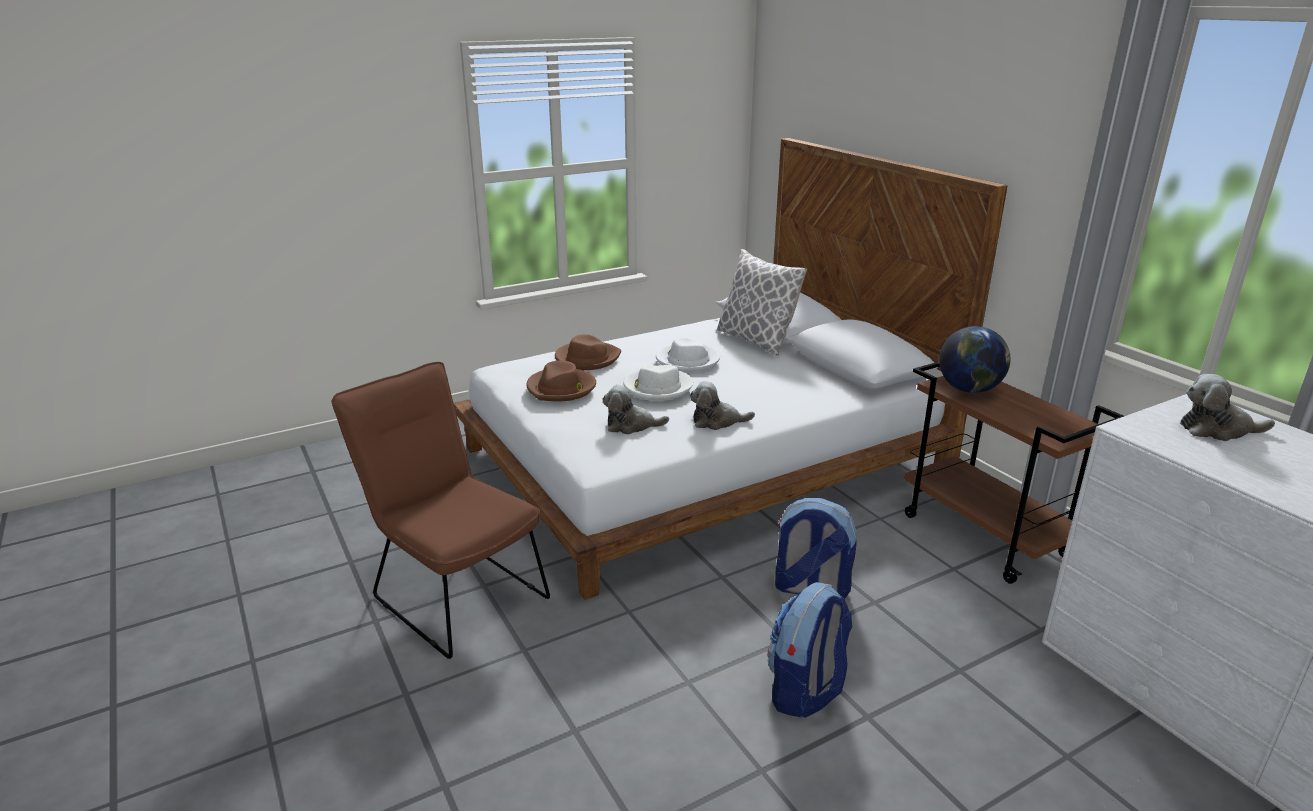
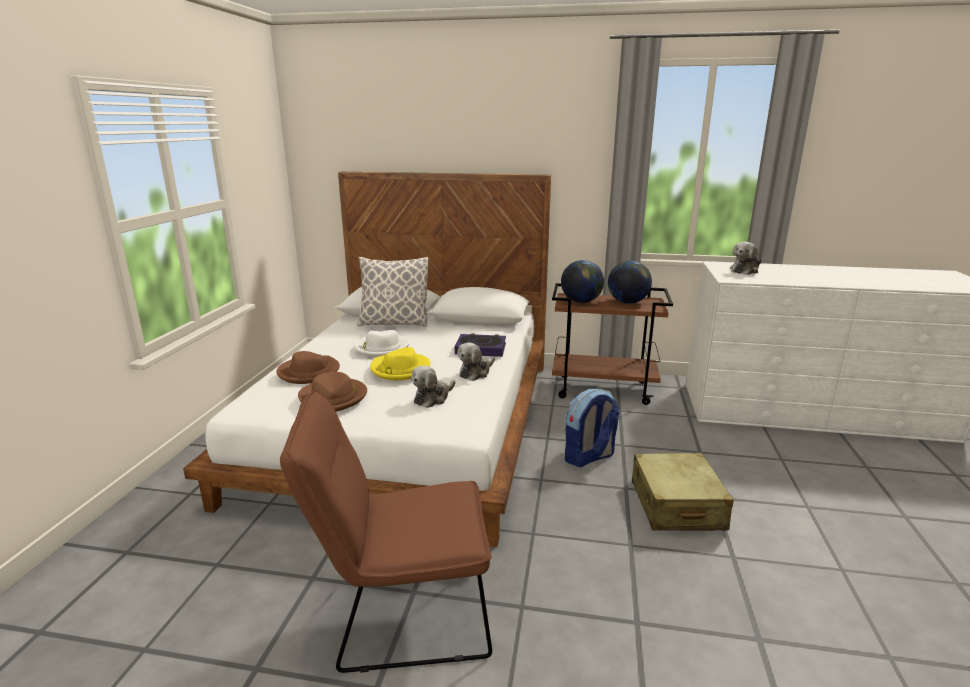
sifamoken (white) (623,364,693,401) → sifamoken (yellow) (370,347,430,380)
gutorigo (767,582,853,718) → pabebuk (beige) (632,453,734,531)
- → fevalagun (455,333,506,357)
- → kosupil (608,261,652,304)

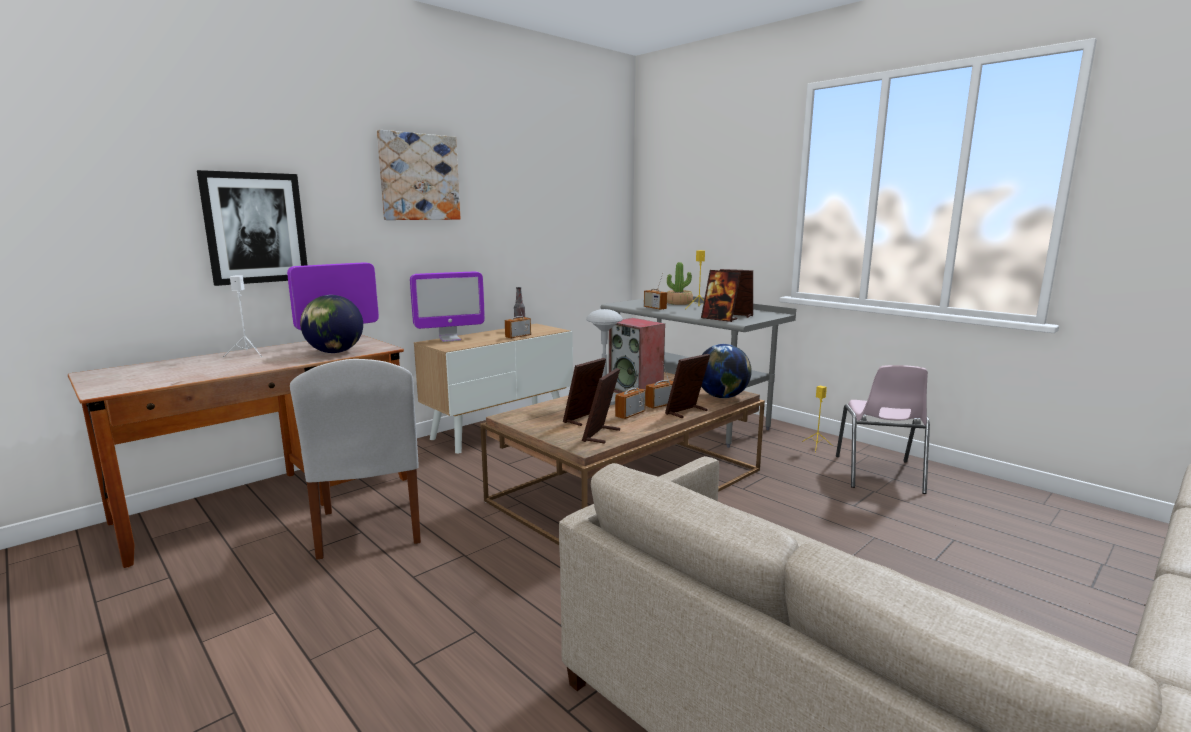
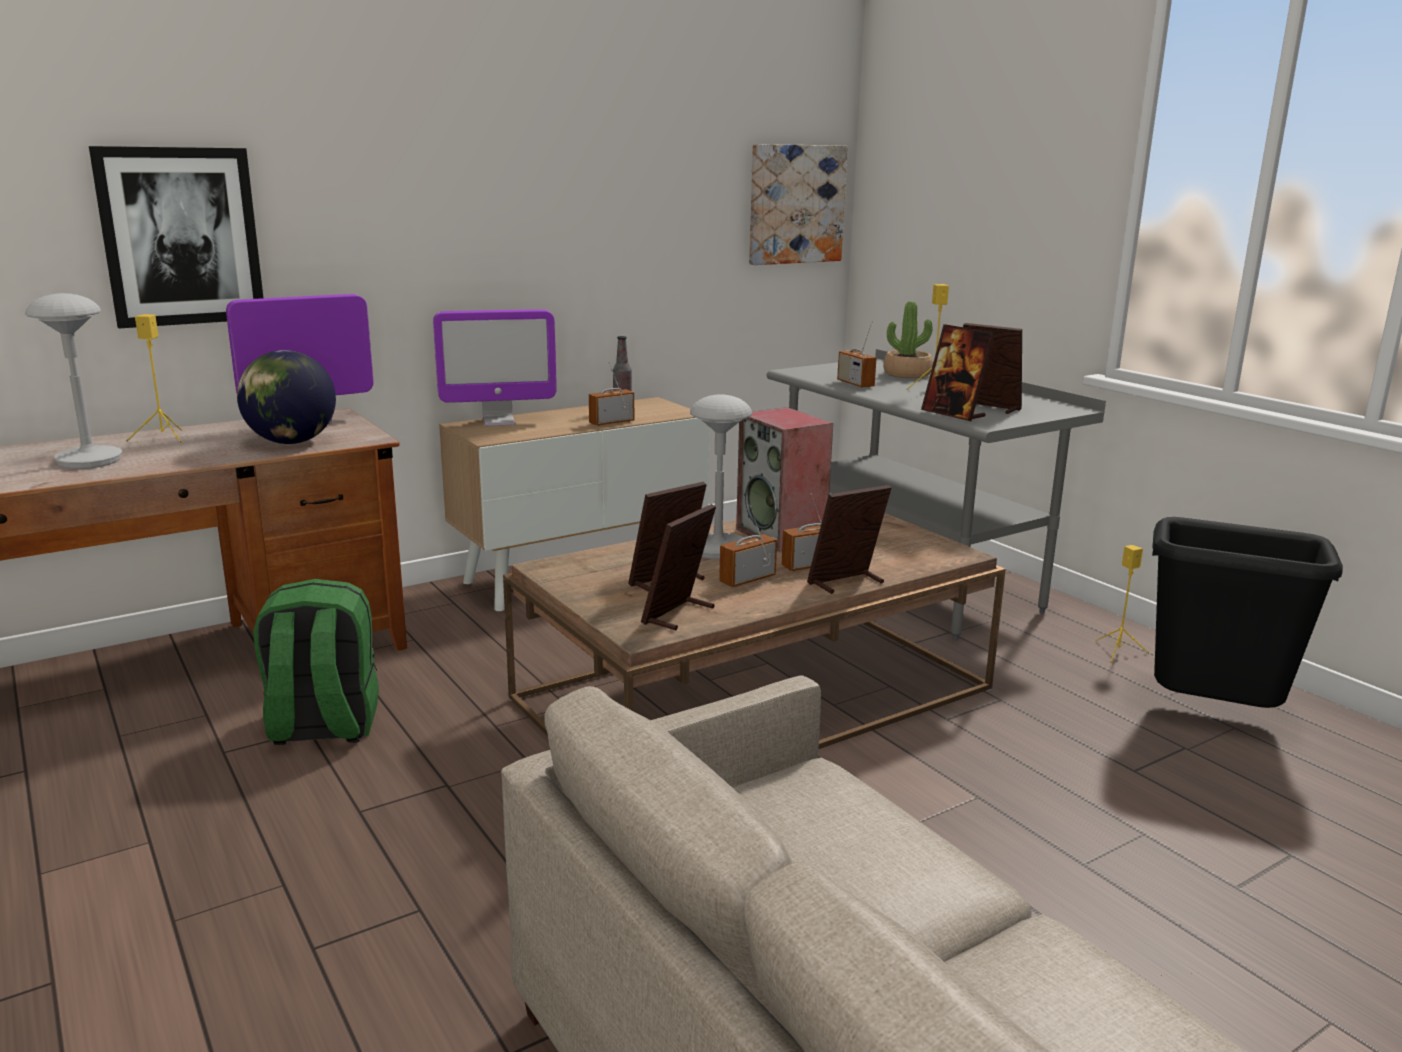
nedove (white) (223,275,262,357) → nedove (yellow) (126,314,182,444)
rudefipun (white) (290,359,421,560) → gutorigo (green) (253,579,379,745)
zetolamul (377,130,460,220) → zetolamul (749,144,848,265), move
kosupil (701,344,752,398) → -
rudefipun (pink) (836,365,930,494) → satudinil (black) (1152,517,1343,708)
- → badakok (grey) (25,293,122,469)

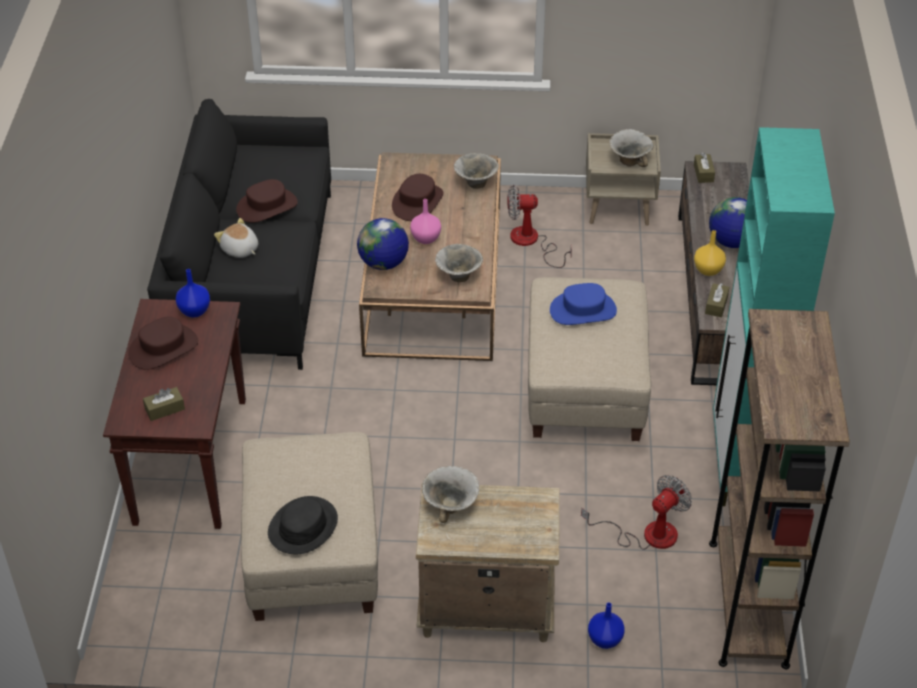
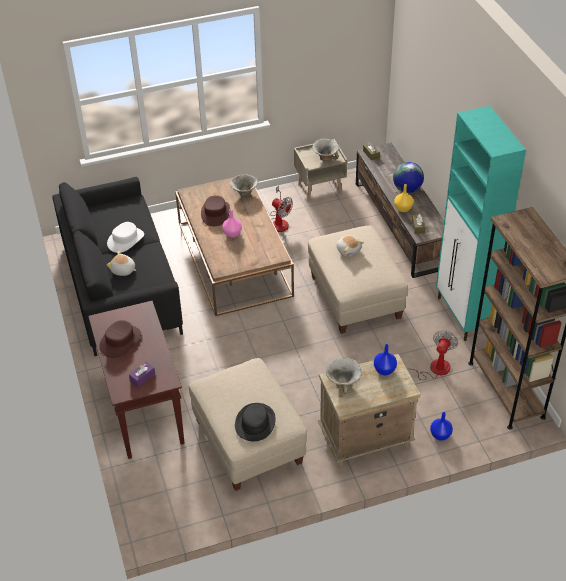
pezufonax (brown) (143,387,185,421) → pezufonax (purple) (129,362,155,387)
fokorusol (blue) (176,269,210,317) → fokorusol (blue) (374,344,397,375), move
sifamoken (brown) (236,179,298,223) → sifamoken (white) (107,222,144,253)
kosupil (357,218,409,270) → -
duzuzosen (435,244,483,282) → -
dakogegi (507,185,572,268) → dakogegi (270,186,293,232), 120 degrees counterclockwise
sifamoken (blue) (550,283,617,325) → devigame (337,236,364,257)

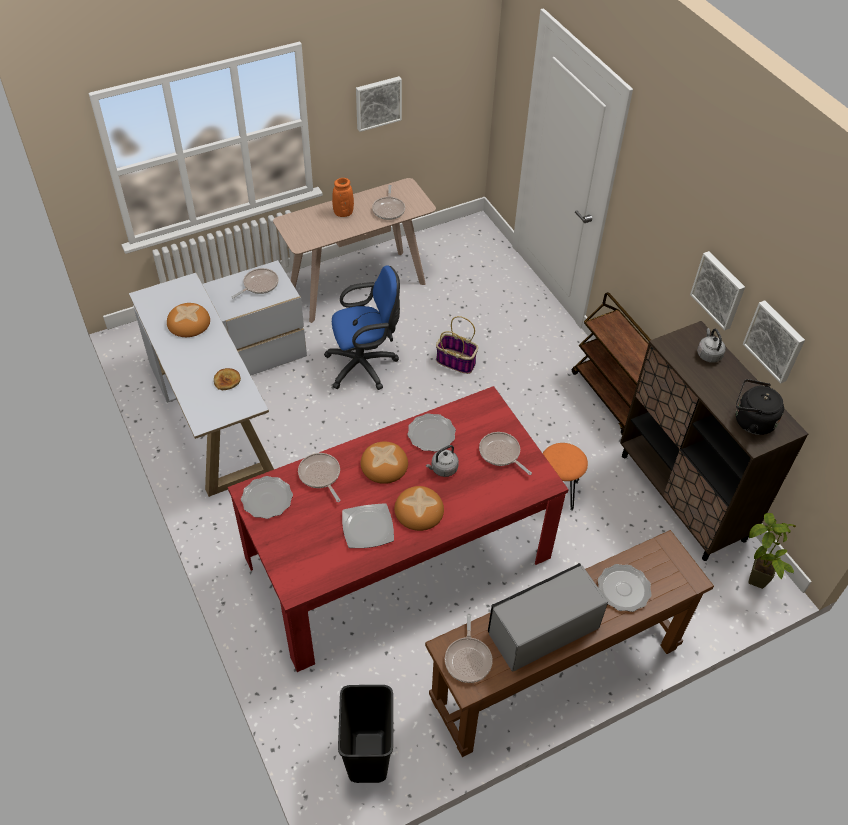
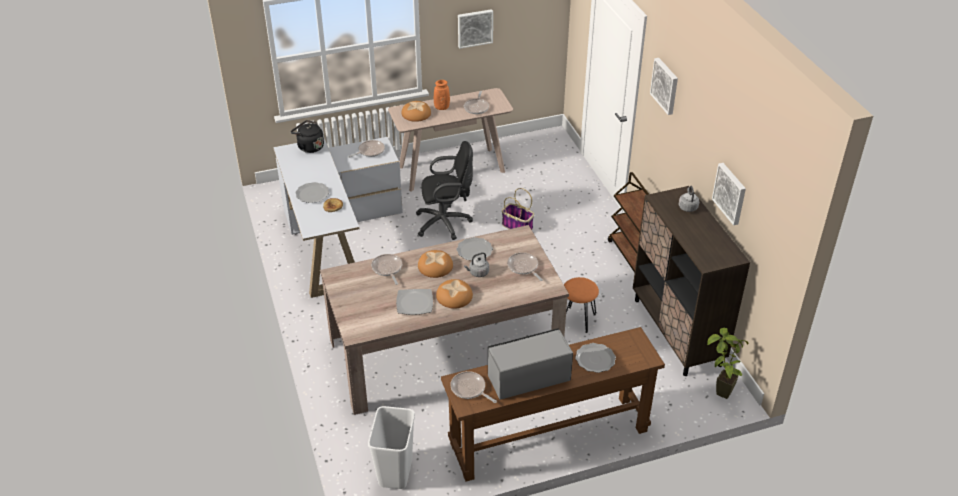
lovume (167,303,210,337) → lovume (402,101,431,122), move
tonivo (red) (228,386,569,672) → tonivo (beige) (320,225,569,415)
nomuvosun (241,476,293,519) → nomuvosun (295,182,329,203), move
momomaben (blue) (324,265,400,390) → momomaben (black) (416,141,473,240)
satudinil (black) (338,685,393,783) → satudinil (white) (368,406,415,489)
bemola (445,613,493,683) → bemola (450,371,497,403), 120 degrees clockwise
zetolamul (690,251,745,331) → zetolamul (650,58,678,115), move
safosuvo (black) (736,379,784,435) → safosuvo (black) (291,120,324,153), move

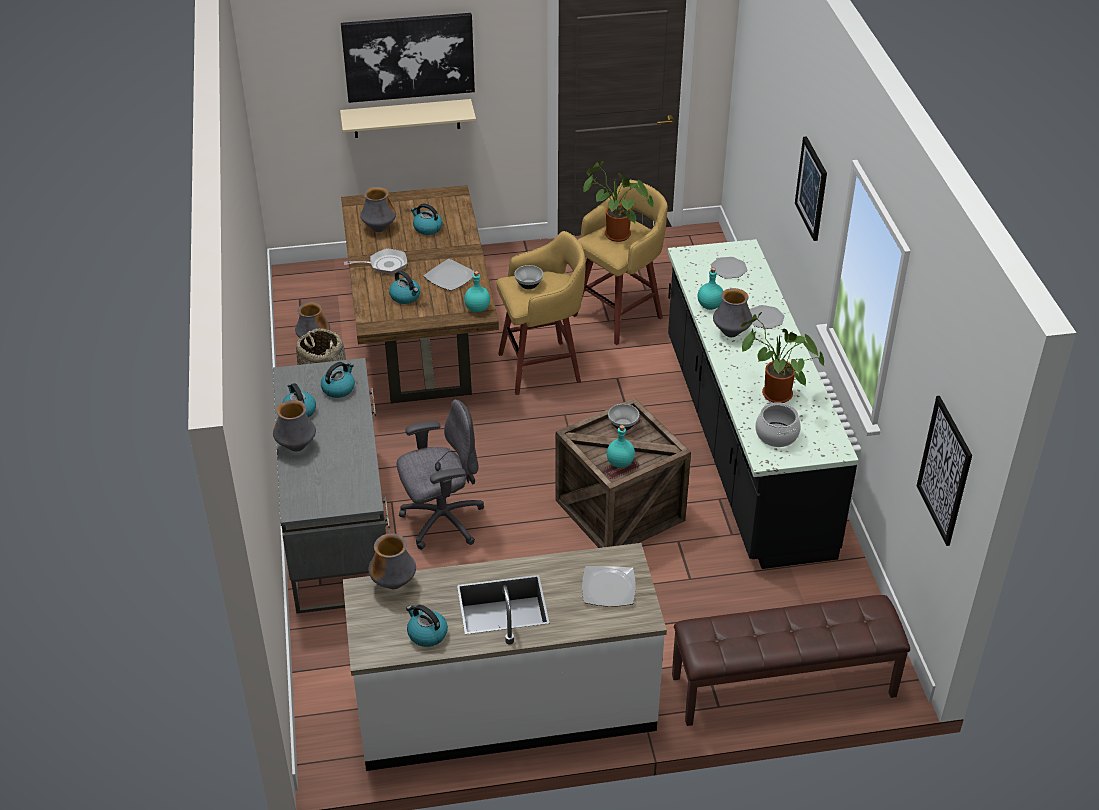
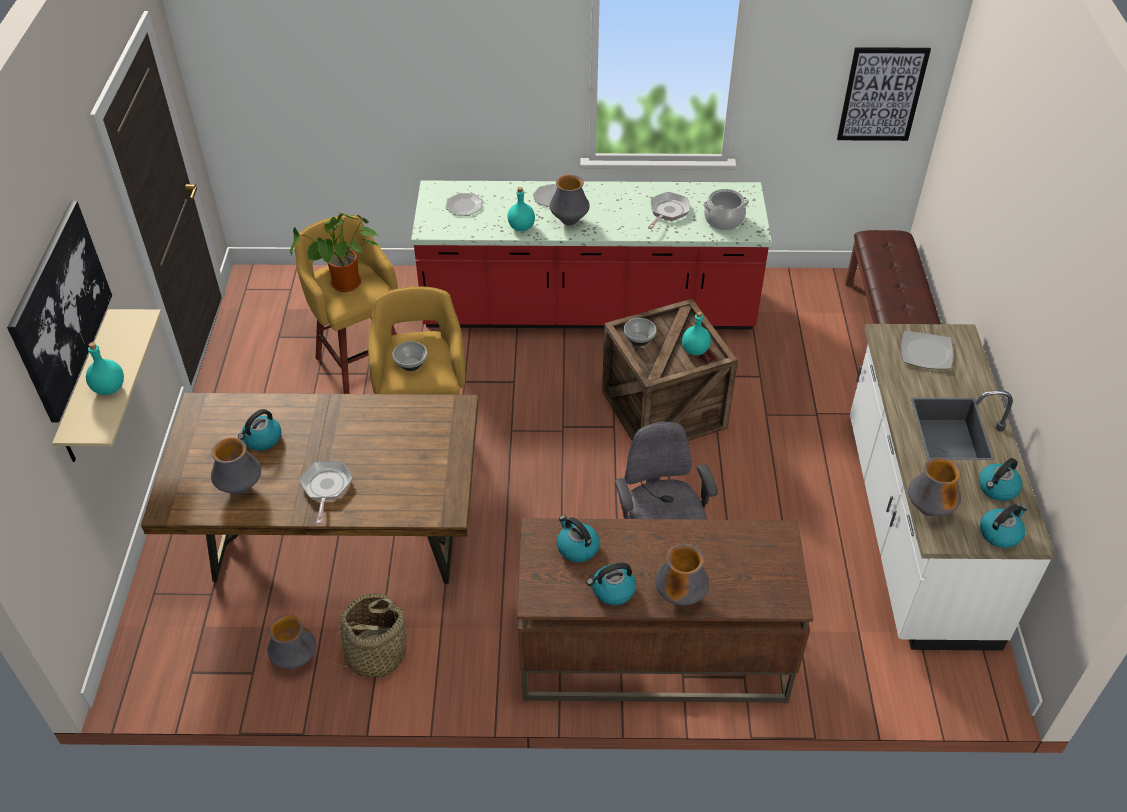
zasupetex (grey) (273,358,390,614) → zasupetex (brown) (517,518,814,703)
safosuvo (389,270,421,304) → safosuvo (980,504,1027,548), move
nomuvosun (424,259,475,291) → -
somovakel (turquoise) (464,271,490,312) → somovakel (turquoise) (86,342,124,395), move
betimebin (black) (668,239,858,569) → betimebin (red) (411,181,772,329)
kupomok (741,312,824,403) → bemola (647,192,690,229)
zetolamul (795,136,827,241) → -

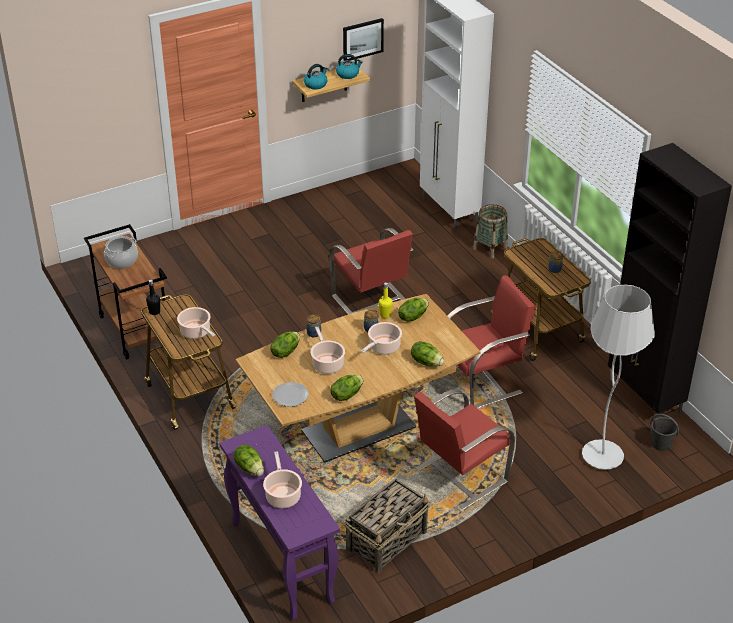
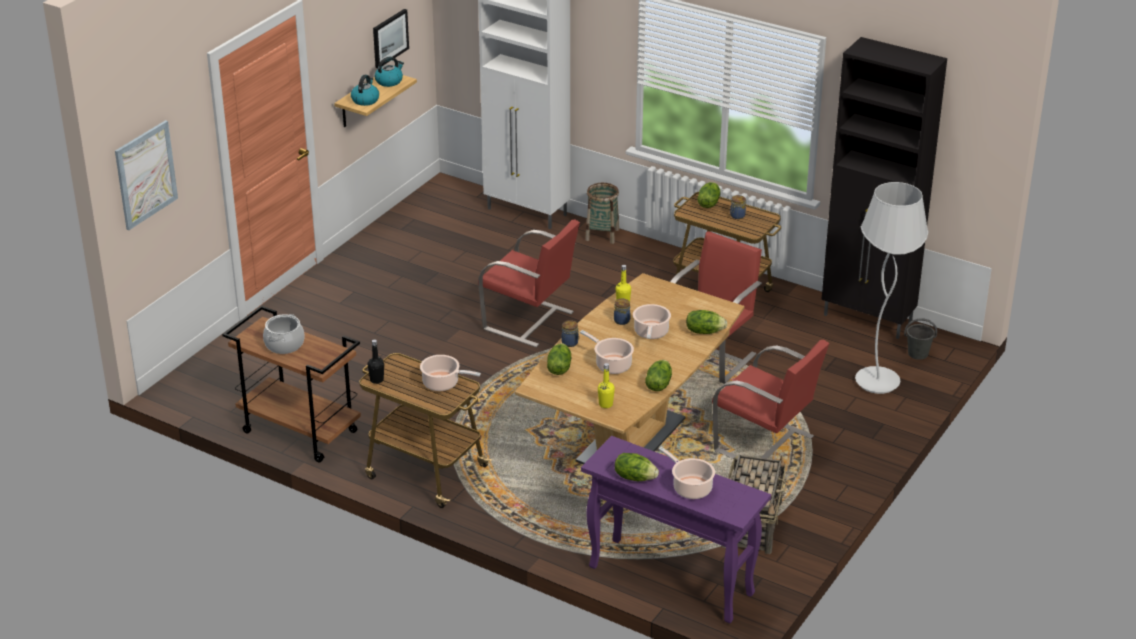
nomuvosun (272,382,309,407) → somovakel (yellow) (598,363,615,408)
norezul (398,298,429,322) → norezul (697,182,720,208), move
rudefipun (red) (414,390,515,510) → rudefipun (red) (712,340,829,459), 75 degrees counterclockwise
- → zetolamul (115,120,178,230)

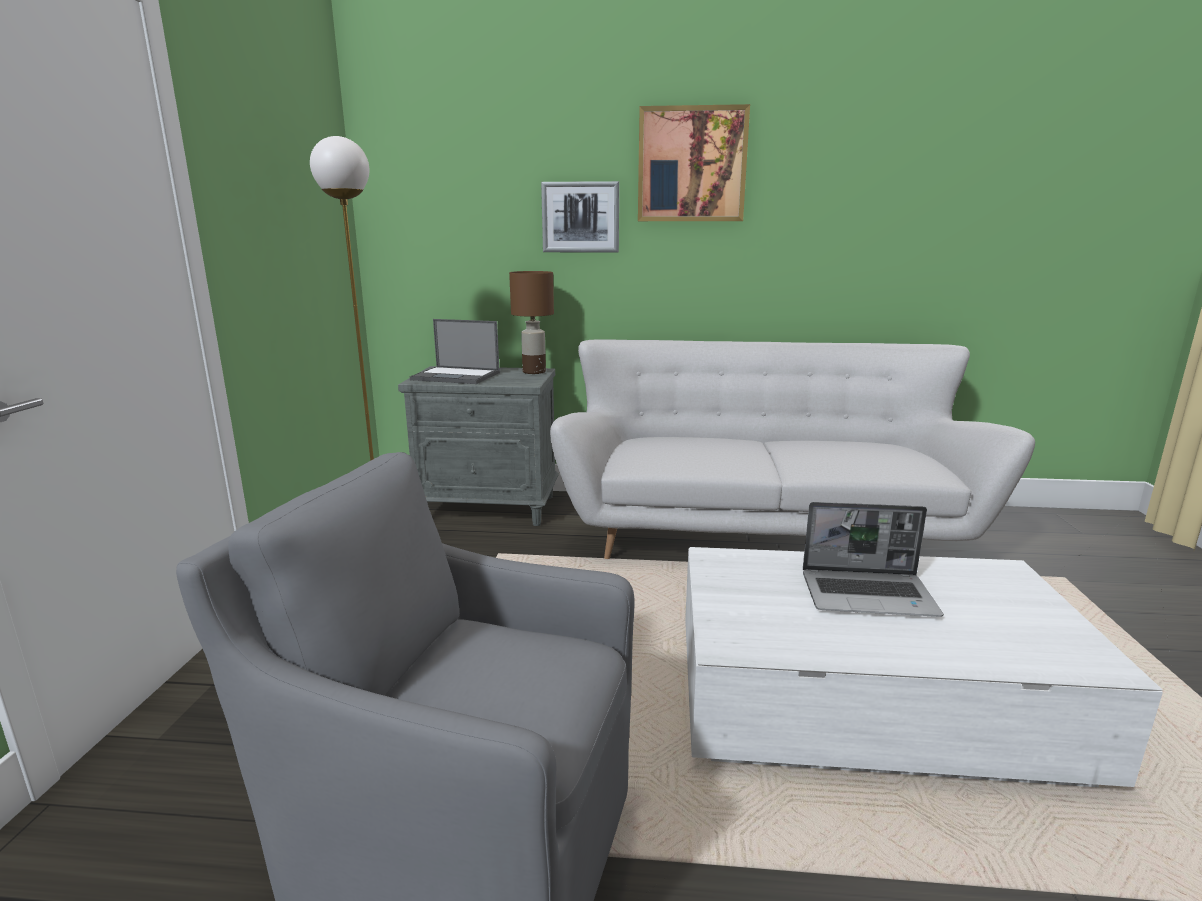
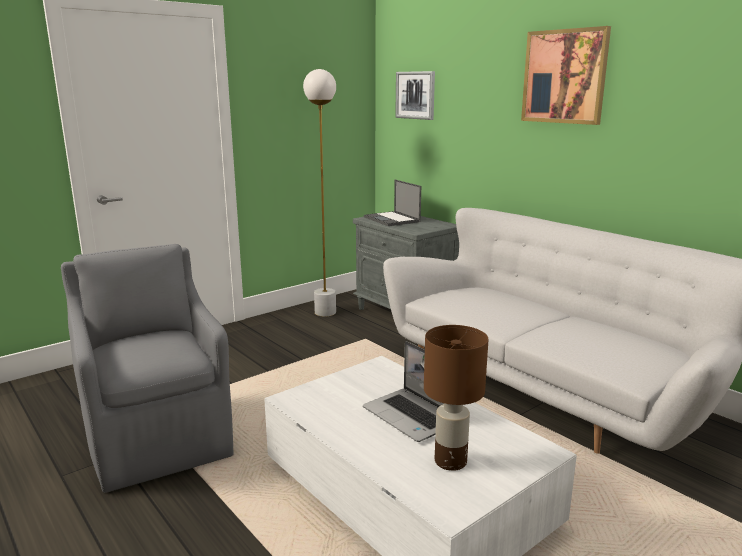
badakok (brown) (509,271,554,374) → badakok (brown) (424,325,489,471), move
zetolamul (541,181,619,253) → zetolamul (395,71,435,120), move

